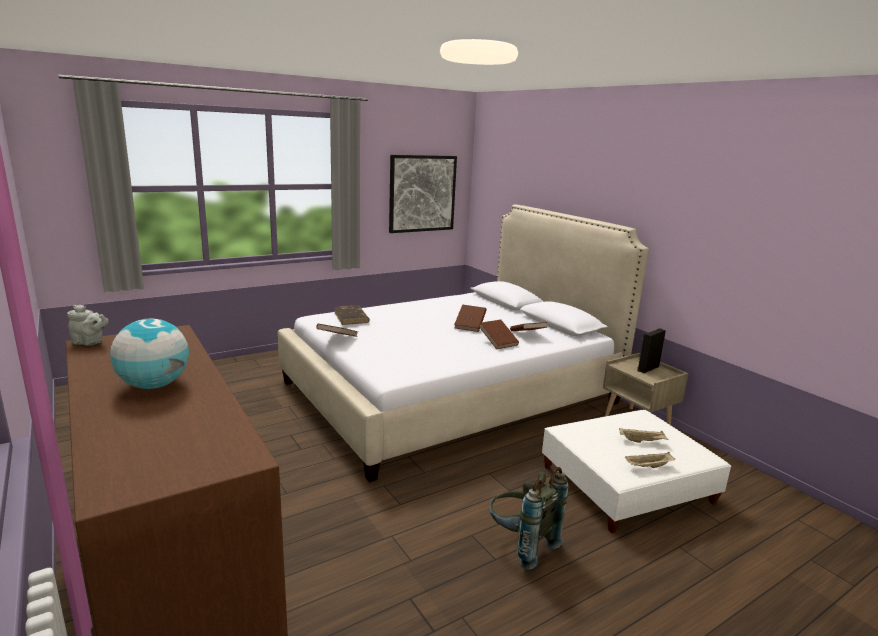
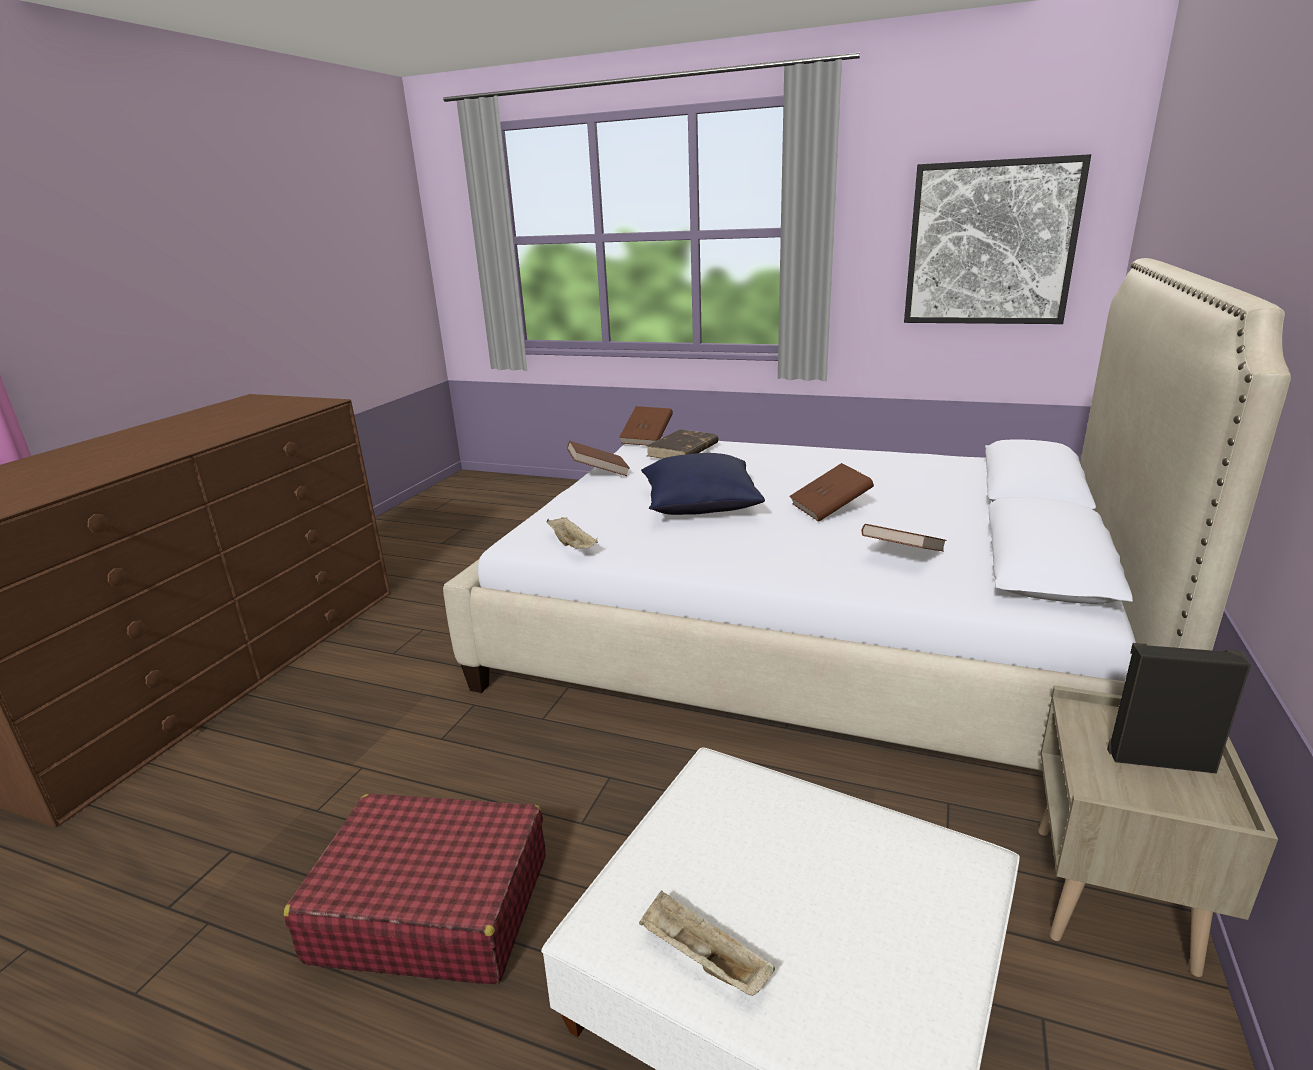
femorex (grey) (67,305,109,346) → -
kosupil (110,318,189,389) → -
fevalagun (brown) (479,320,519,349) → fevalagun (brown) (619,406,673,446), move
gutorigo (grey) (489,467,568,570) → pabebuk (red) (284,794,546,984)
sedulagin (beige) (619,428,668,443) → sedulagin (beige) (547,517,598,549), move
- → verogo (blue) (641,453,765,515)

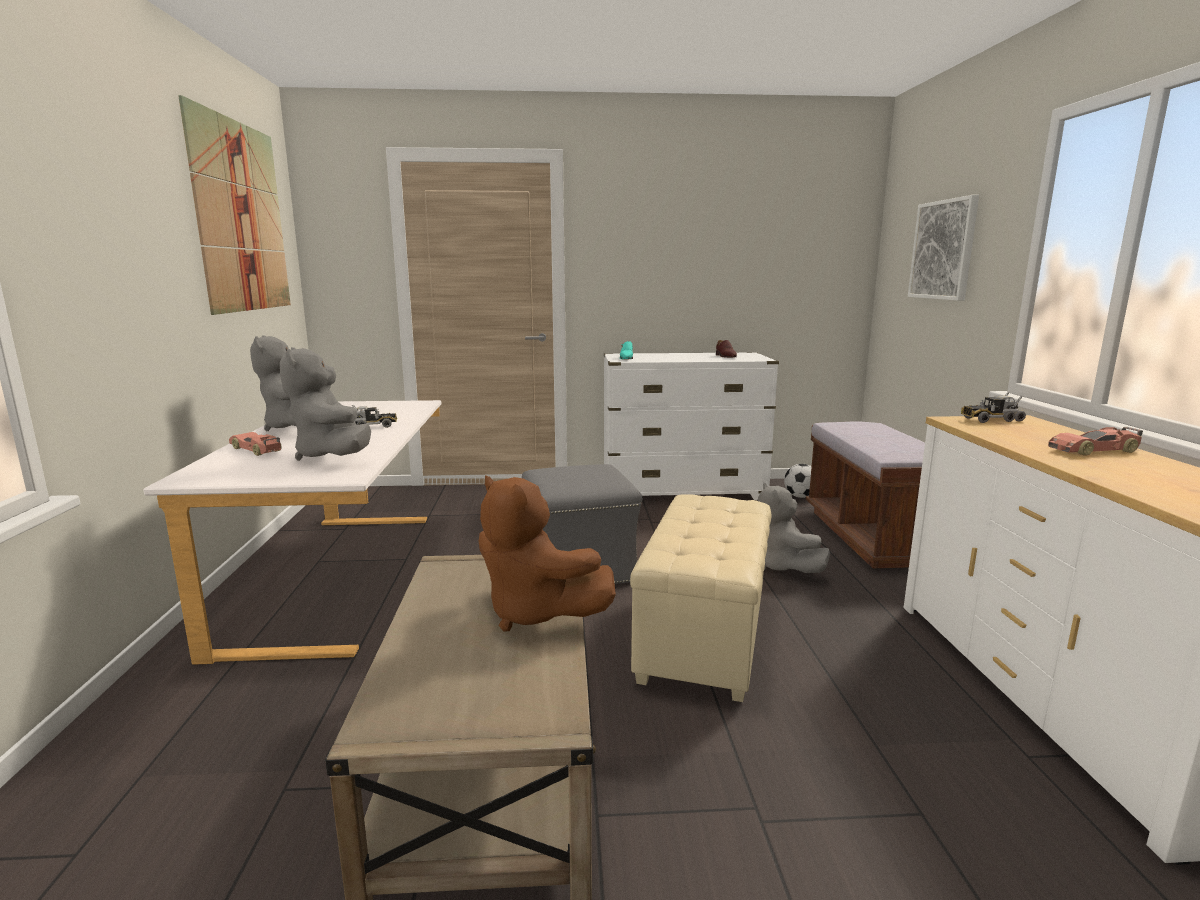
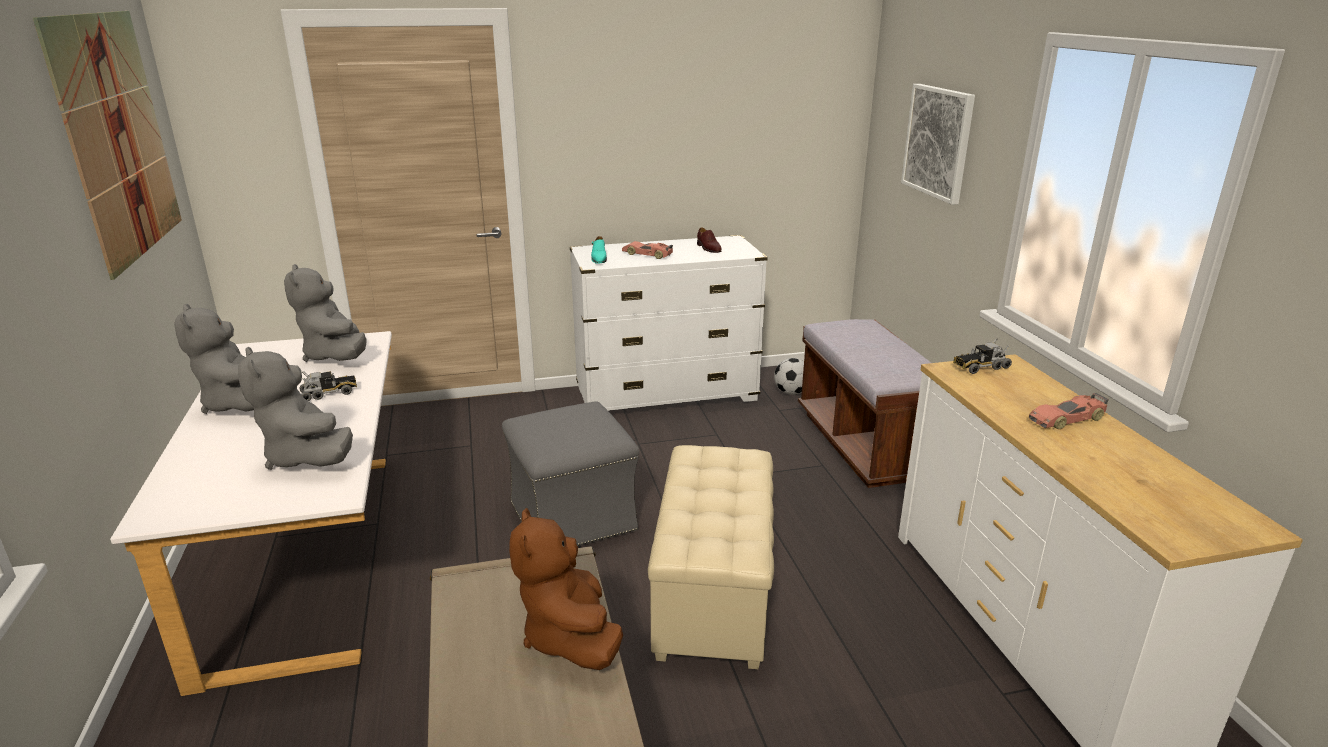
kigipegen (229,432,281,456) → kigipegen (622,241,673,259), move
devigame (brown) (479,475,616,632) → devigame (brown) (509,508,623,670), 45 degrees clockwise
devigame (grey) (757,482,830,573) → devigame (grey) (284,264,367,362), move

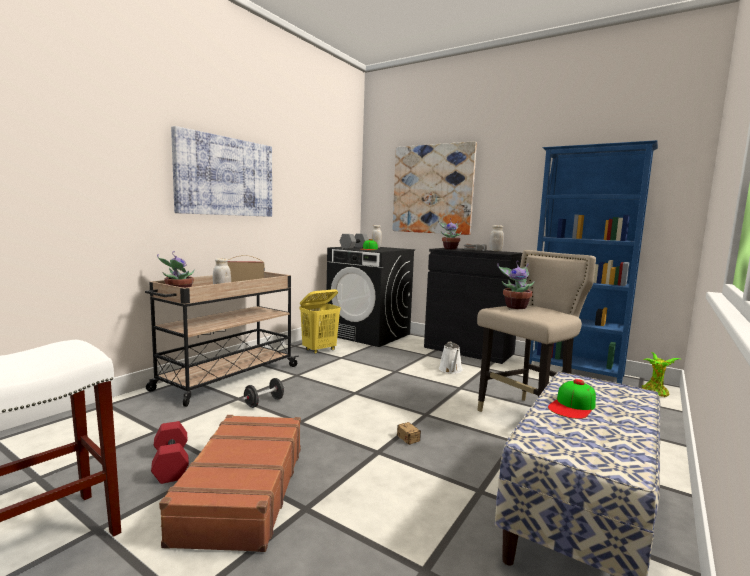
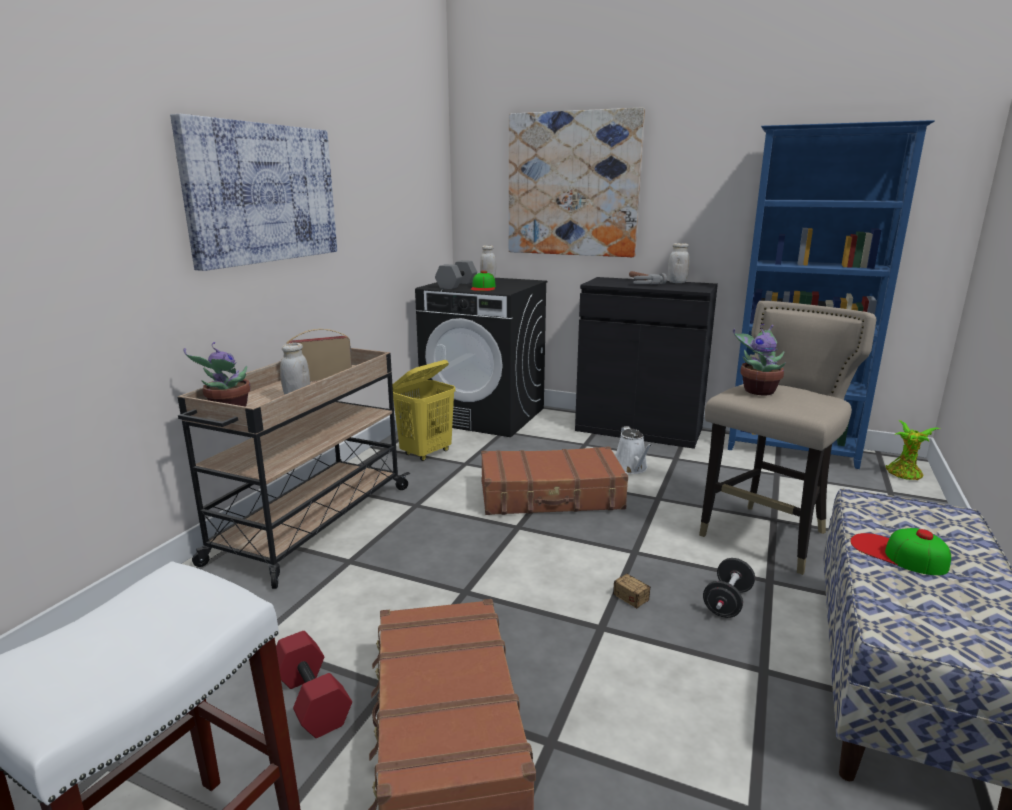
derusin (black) (243,378,285,408) → derusin (black) (703,558,755,618), move
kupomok (438,220,462,249) → -
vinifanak (548,379,596,419) → vinifanak (850,528,951,575), 105 degrees clockwise
- → pabebuk (brown) (481,447,628,515)

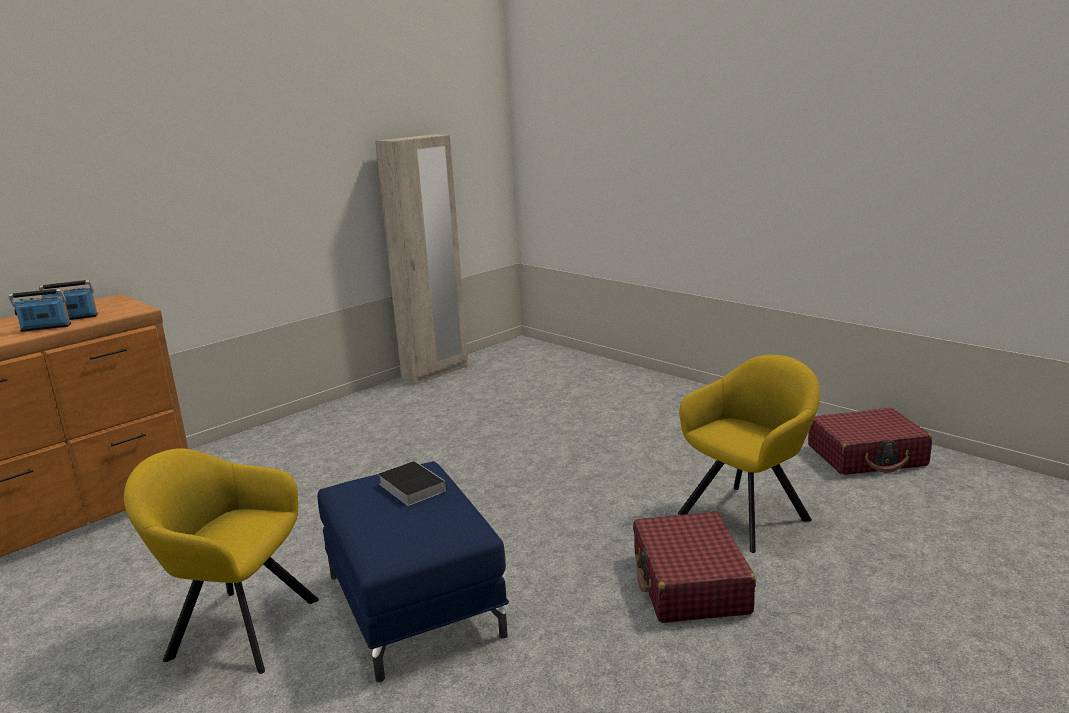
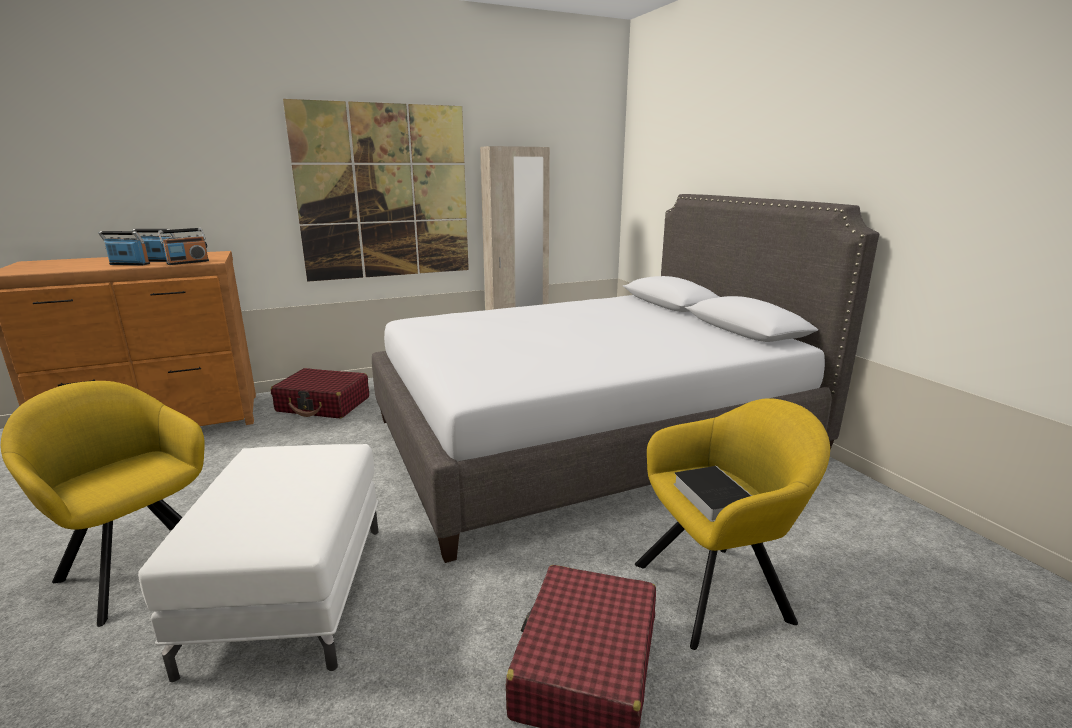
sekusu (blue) (317,461,509,682) → sekusu (white) (138,444,378,682)
fevalagun (378,461,447,506) → fevalagun (673,466,752,522), move
pabebuk (red) (808,408,932,475) → pabebuk (red) (271,368,369,418), move
- → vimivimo (158,228,209,265)
- → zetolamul (283,99,469,282)
- → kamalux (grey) (372,194,879,563)

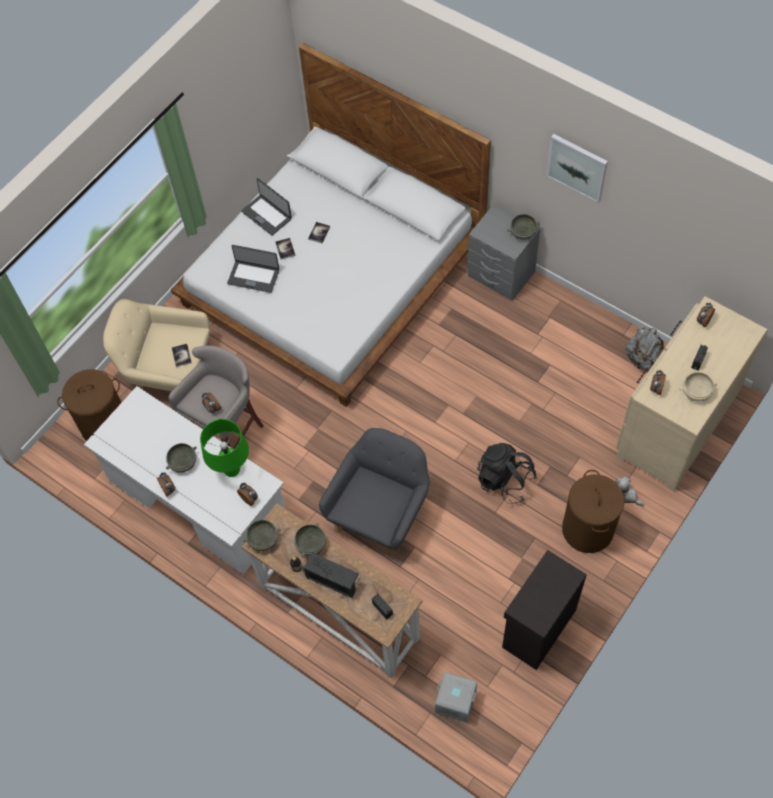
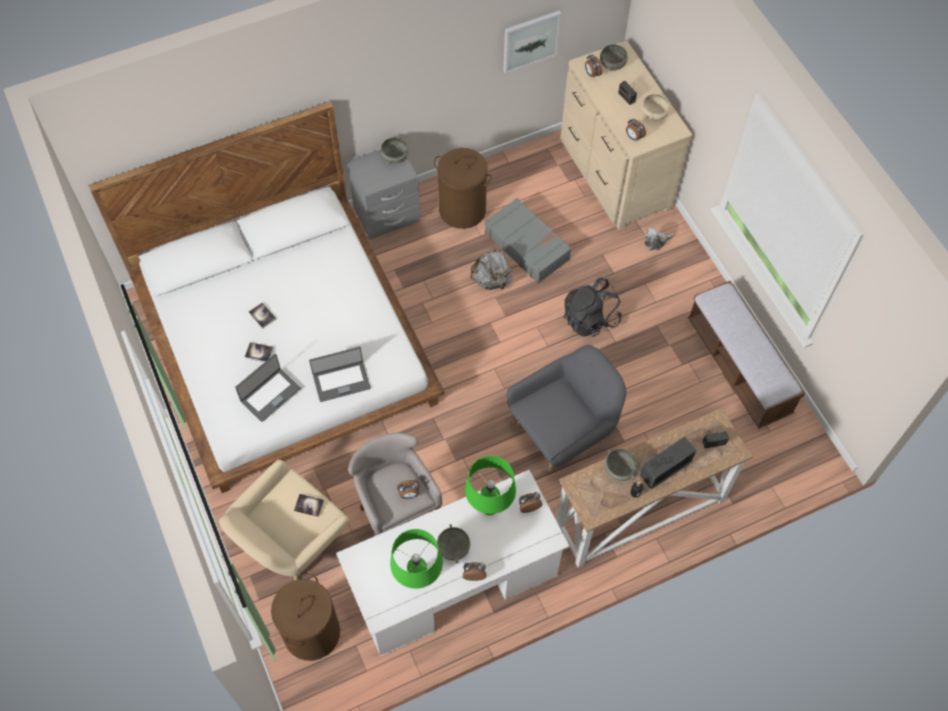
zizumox (241,178,292,236) → zizumox (309,347,371,402), move
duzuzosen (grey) (243,520,281,551) → duzuzosen (grey) (600,44,628,71), move
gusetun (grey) (319,428,430,556) → gusetun (grey) (506,345,626,472), 90 degrees clockwise
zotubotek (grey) (435,672,477,723) → -
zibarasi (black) (502,550,587,670) → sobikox (688,281,805,429)
zetolamul (546,134,608,203) → zetolamul (503,11,561,74), move
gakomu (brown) (562,470,624,553) → gakomu (brown) (434,148,492,229), move
gutorigo (grey) (625,327,664,369) → gutorigo (grey) (470,247,513,291), move
- → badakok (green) (390,529,443,589)
- → pabebuk (grey) (485,198,572,283)

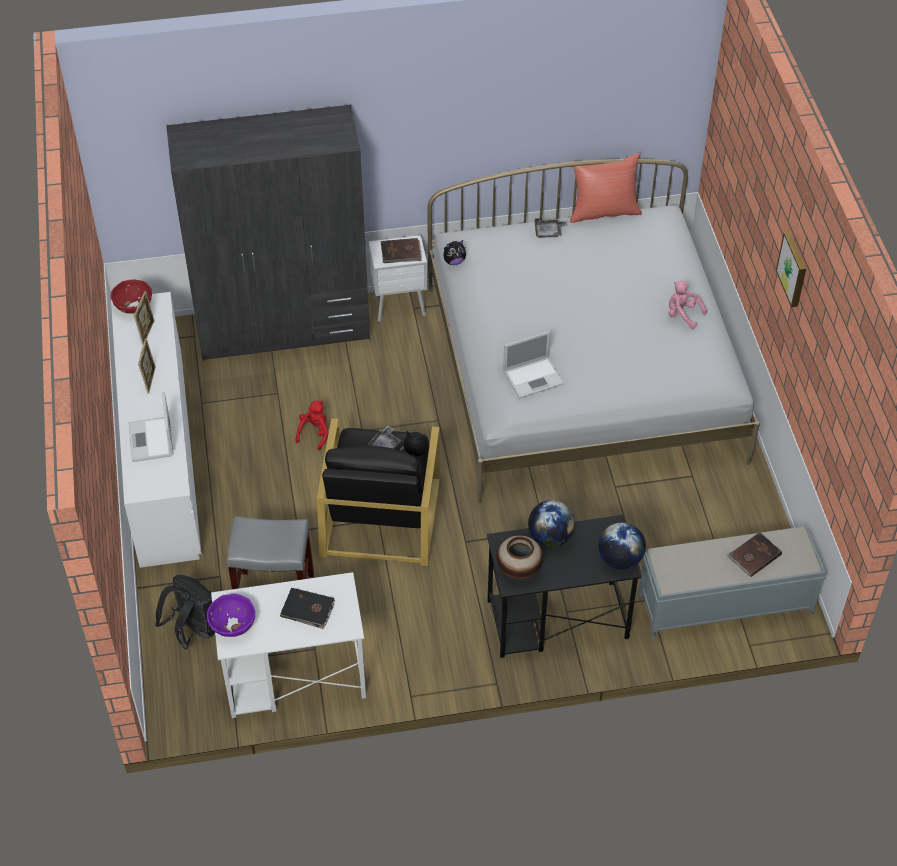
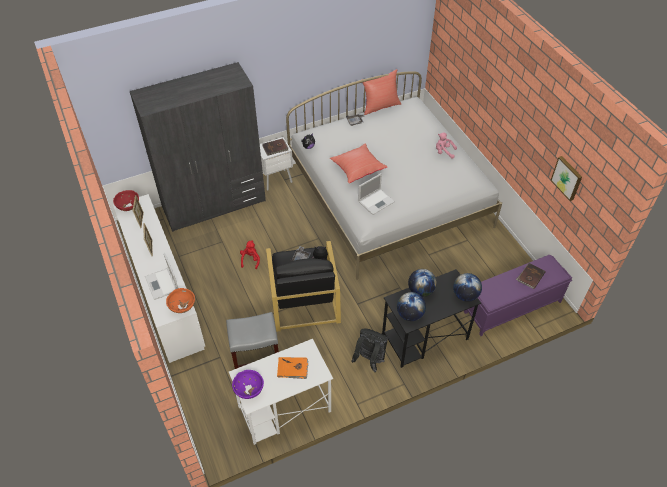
gutorigo (black) (155,575,215,649) → gutorigo (black) (351,329,388,372), move
fevalagun (black) (280,588,335,629) → fevalagun (orange) (277,357,308,379)
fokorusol (497,535,543,580) → kosupil (397,292,426,321)
sobikox (grey) (638,527,826,639) → sobikox (purple) (464,255,572,336)
zetolamul (776,231,806,307) → zetolamul (551,156,582,201), move
- → duzuzosen (orange) (166,288,195,313)
- → verogo (red) (330,143,388,183)

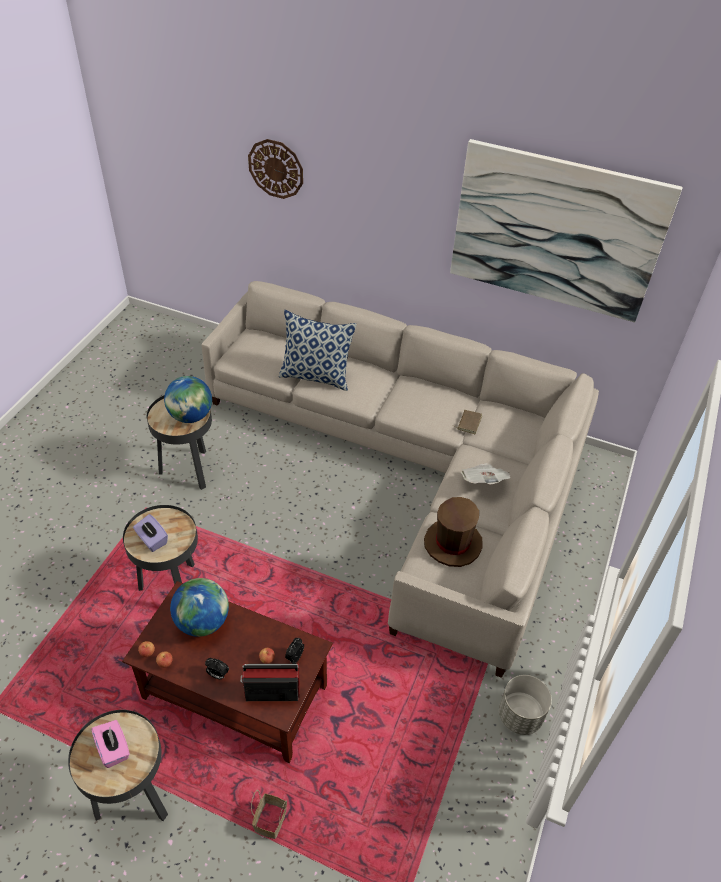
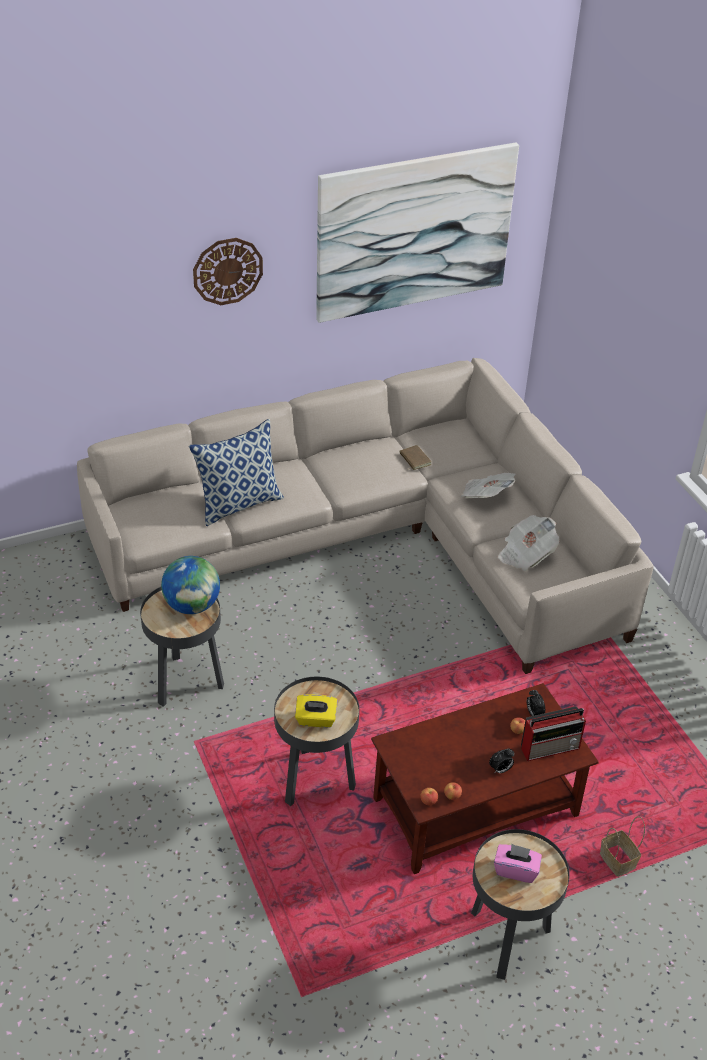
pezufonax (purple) (133,514,168,552) → pezufonax (yellow) (295,694,337,728)
kosupil (170,578,229,637) → -
vimivimo (240,663,300,701) → vimivimo (521,706,586,761), 150 degrees counterclockwise
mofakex (248,139,303,199) → mofakex (193,238,263,305), move
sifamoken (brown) (424,497,483,567) → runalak (498,515,560,571)
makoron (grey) (499,675,552,735) → -

